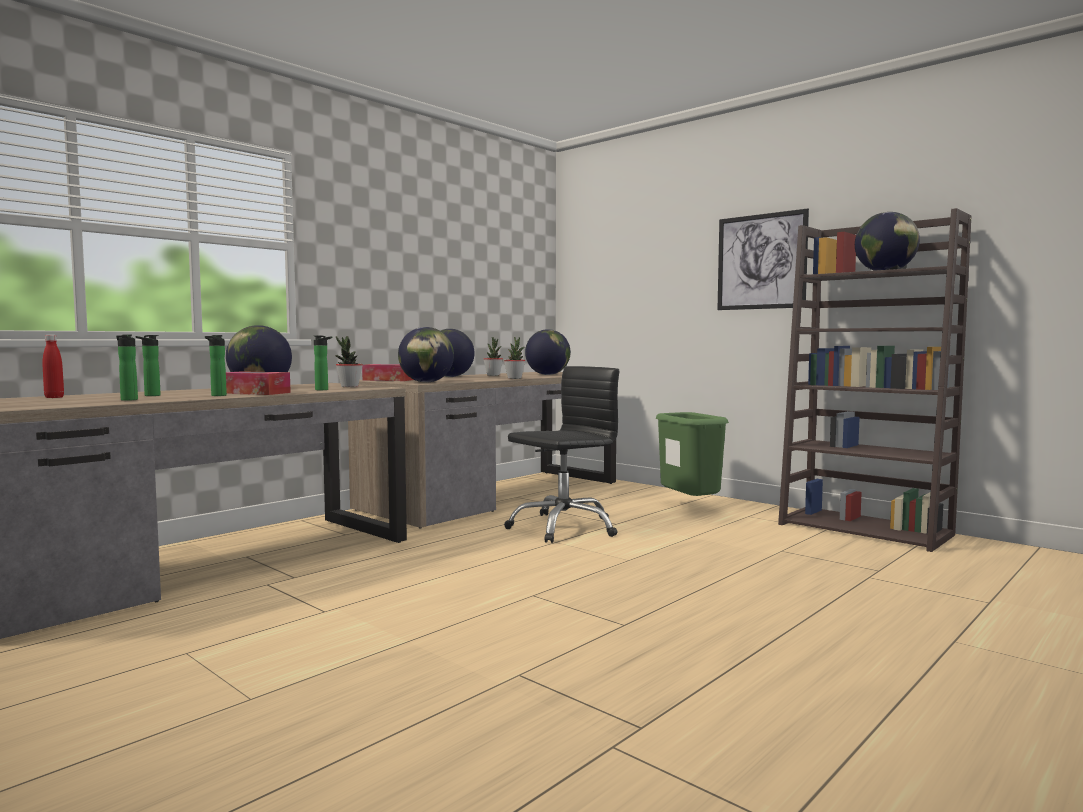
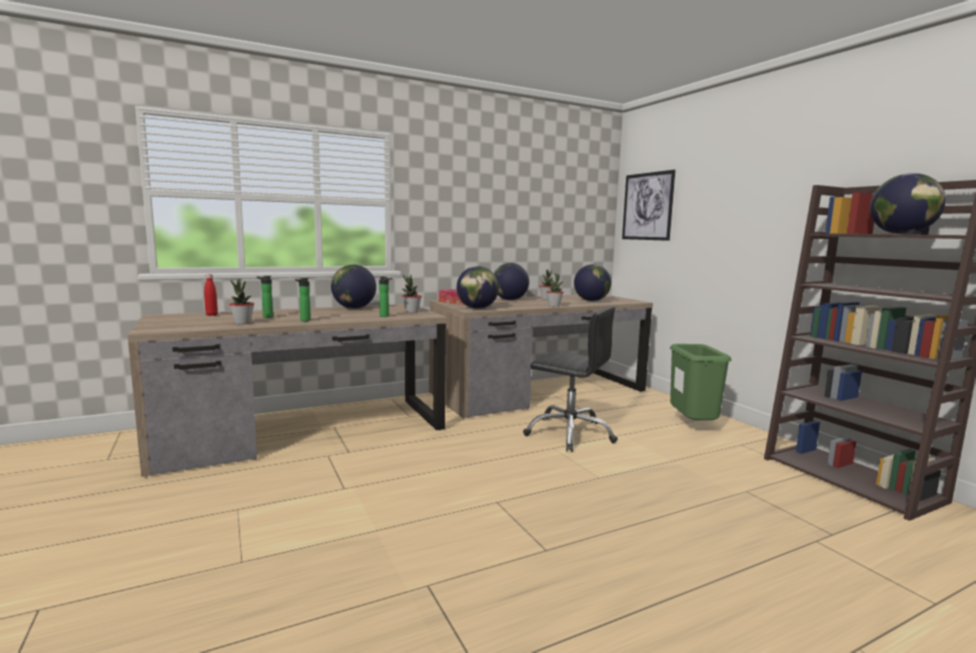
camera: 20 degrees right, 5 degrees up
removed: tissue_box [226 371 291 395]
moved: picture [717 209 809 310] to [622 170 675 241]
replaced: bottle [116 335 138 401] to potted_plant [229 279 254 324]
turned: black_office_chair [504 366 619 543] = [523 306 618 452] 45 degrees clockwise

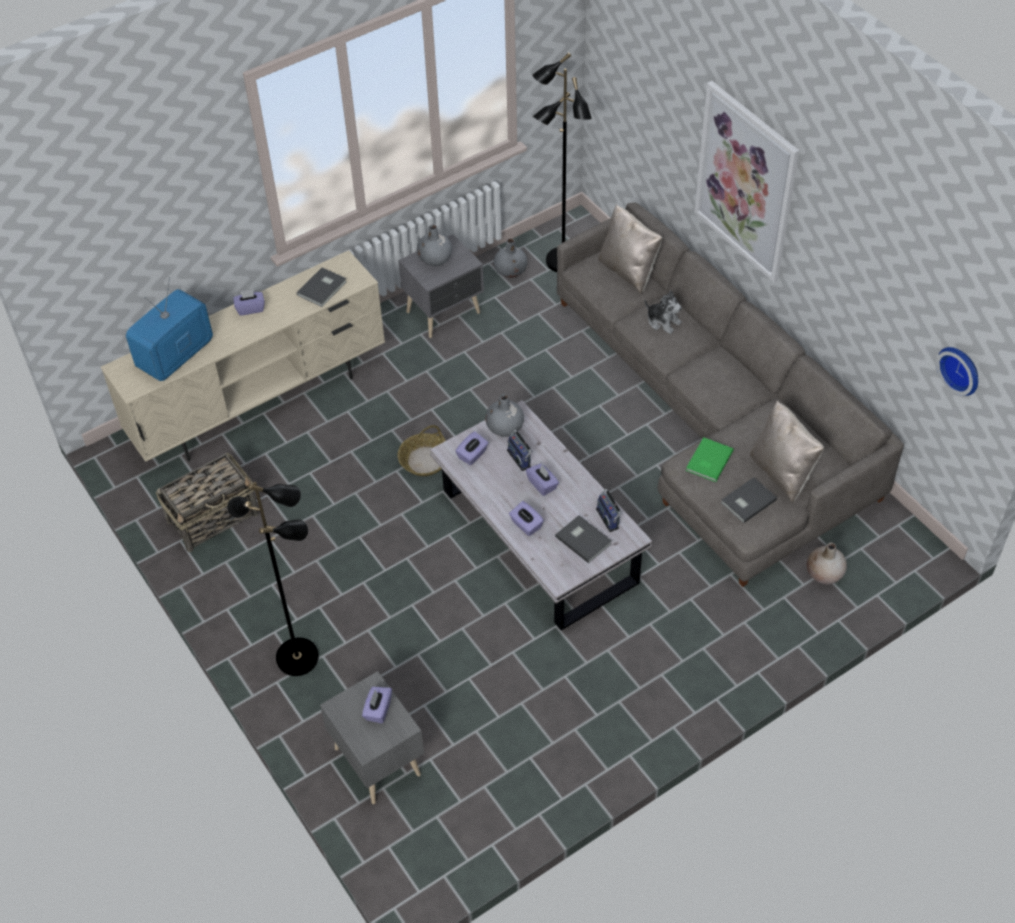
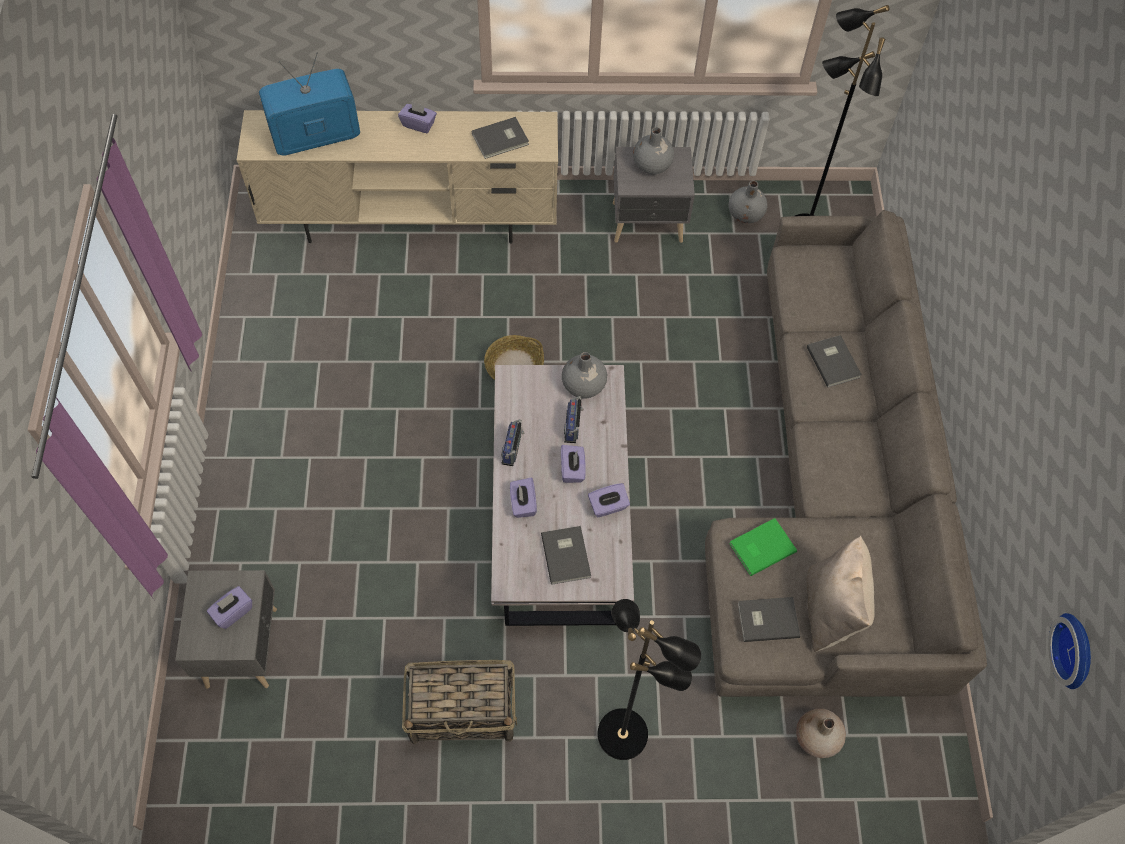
camera: 30 degrees right, 10 degrees up
removed: beige_pillow [598 204 662 294]; picture [694 81 799 282]
moved: basket [156 453 259 552] to [402 660 517 744]; black_floor_lamp [227 482 319 676] to [597 599 701 760]; purple_tissue_box [455 431 489 465] to [588 483 630 518]; radio [596 489 622 532] to [501 419 525 466]
replaced: plush_toy [645 290 682 334] to grey_book [807 335 862 388]

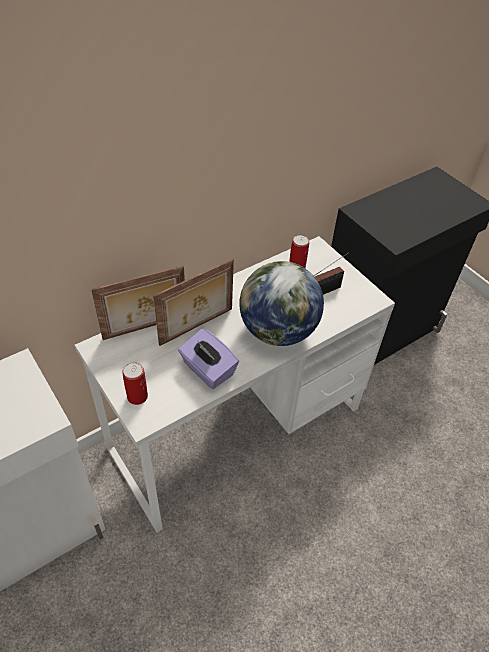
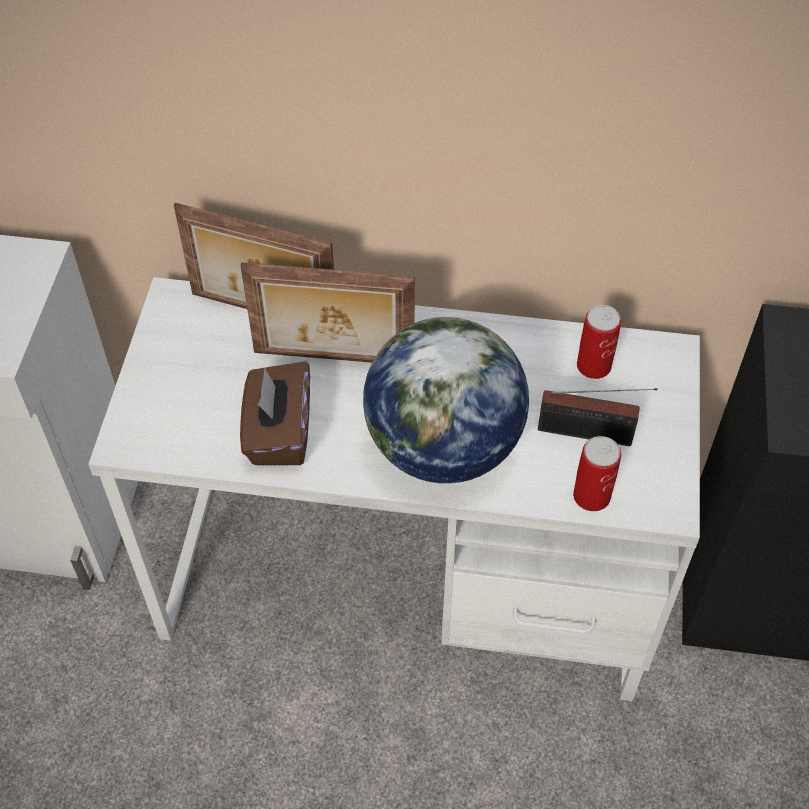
camera: 45 degrees right, 5 degrees up
moved: can [122 362 148 405] to [573 436 621 511]
recoloured: purple_tissue_box [178 328 239 389] to brown_tissue_box [240 361 310 465]

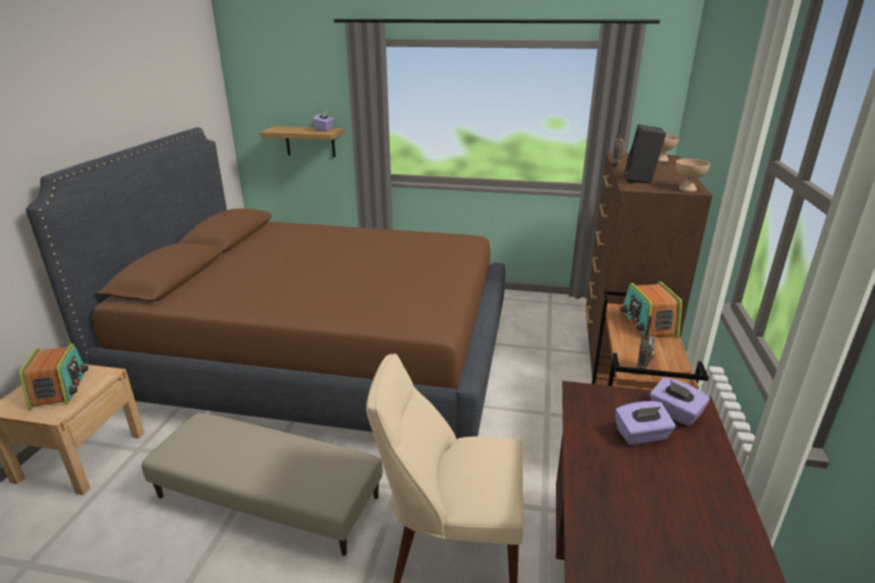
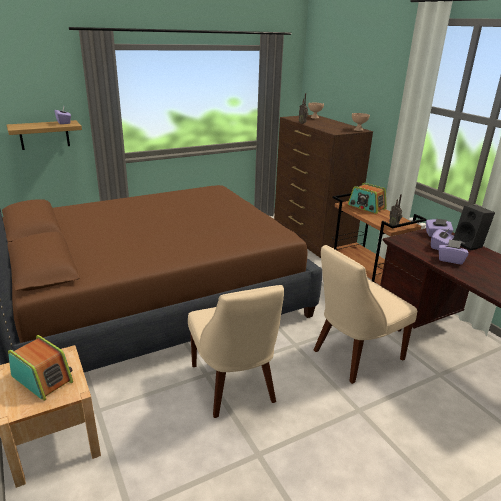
camera: 40 degrees left, 0 degrees up
added: purple_tissue_box [439 239 469 265]
moved: black_speaker [624 124 666 184] to [453 205 495 251]
replaced: beige_ottoman [141 413 383 556] to beige_chair [188 285 284 418]

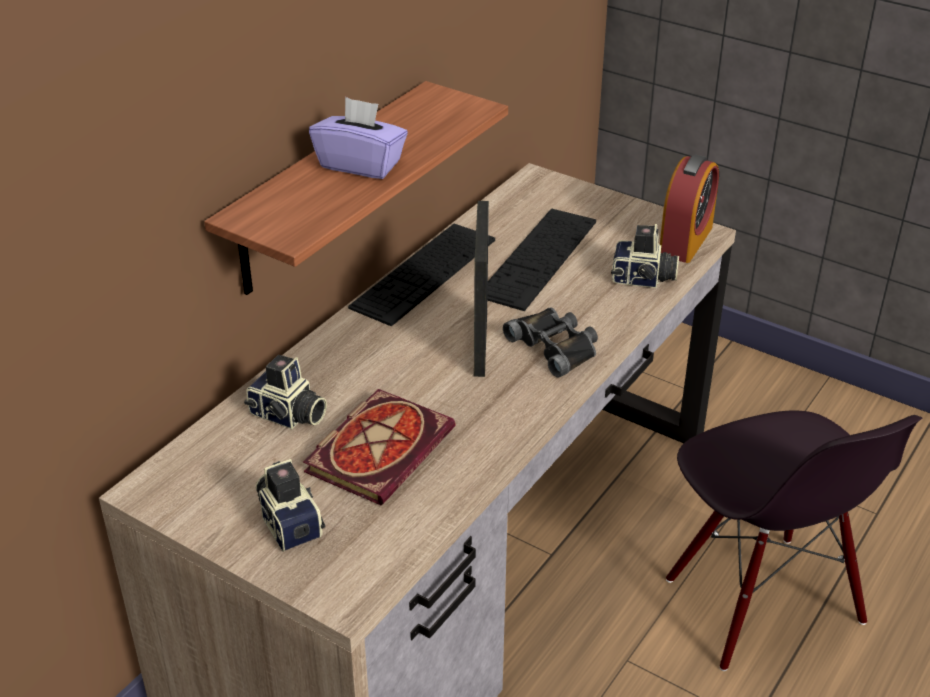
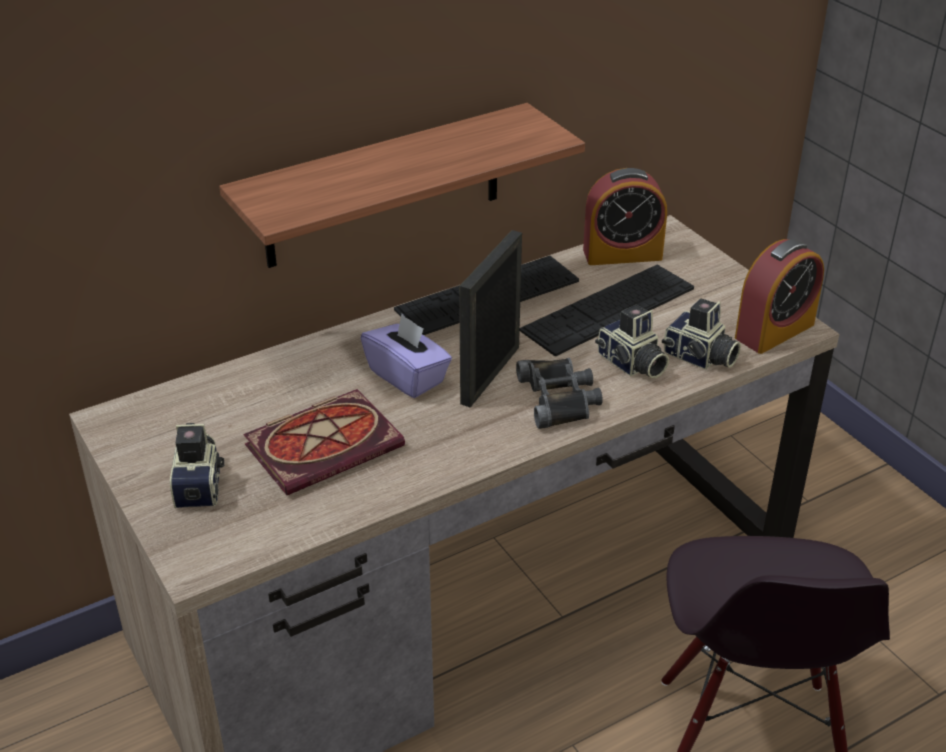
camera: 25 degrees right, 0 degrees up
added: alarm_clock [583 168 667 265]
moved: photo_camera [244 355 327 429] to [595 304 669 378]; purple_tissue_box [309 97 408 179] to [361 314 452 398]

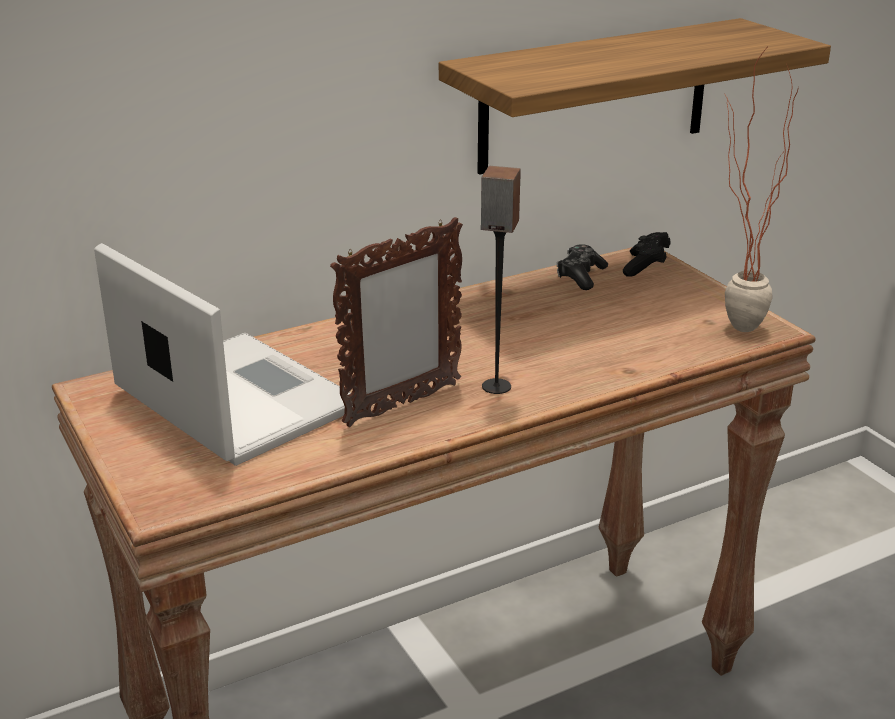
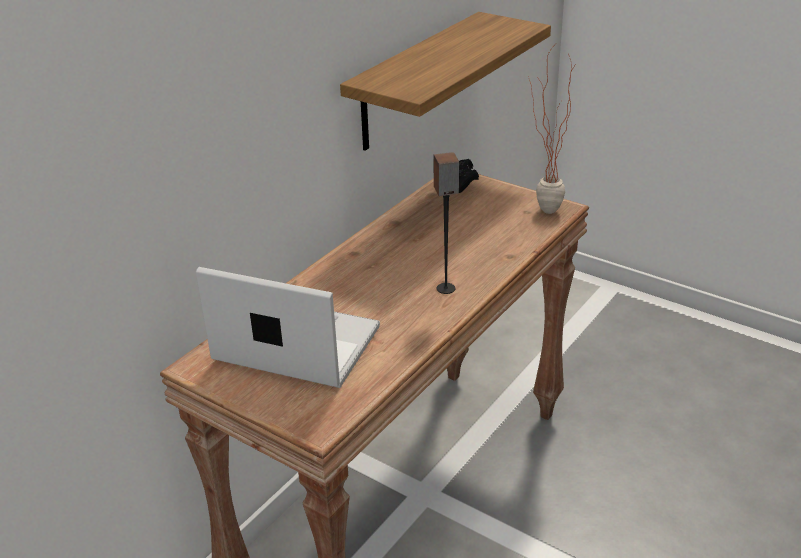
camera: 25 degrees left, 5 degrees up
removed: picture_frame [330 217 463 427]; game_controller [557 244 608 290]

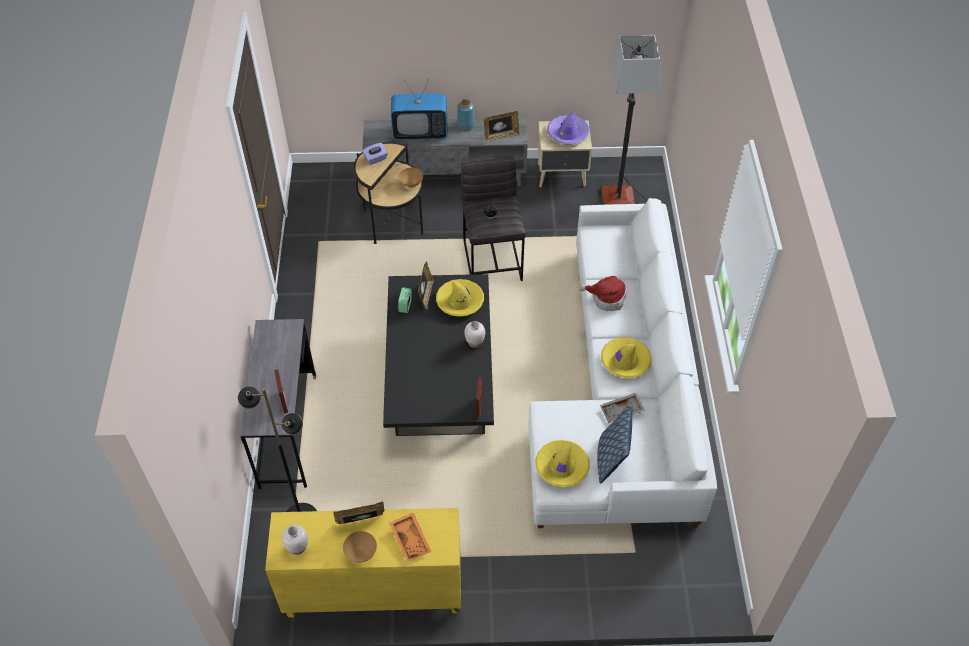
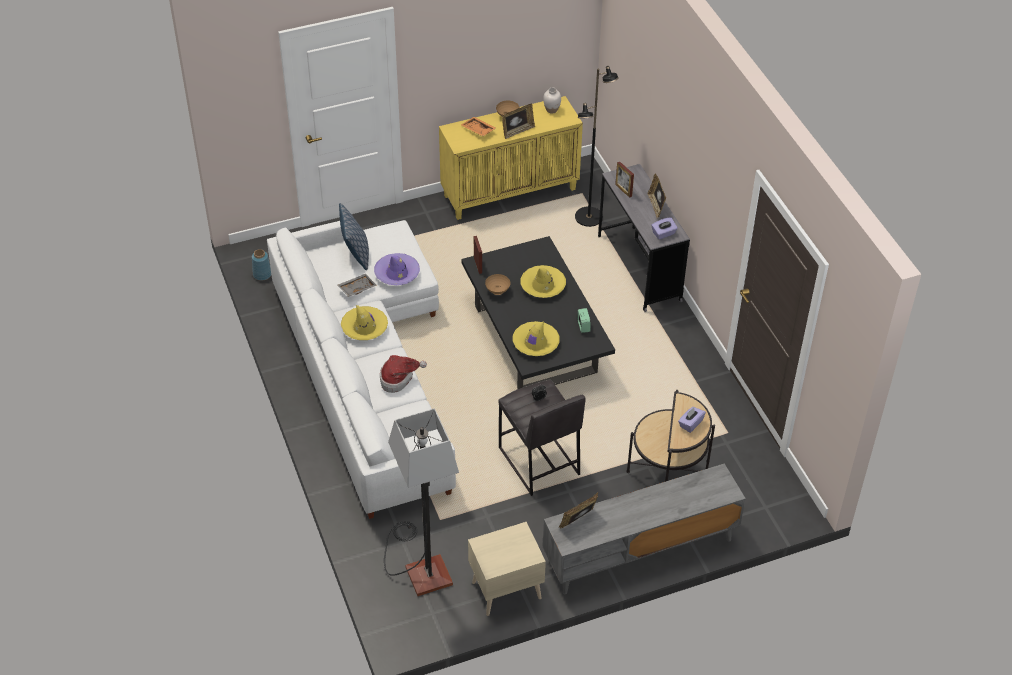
camera: 160 degrees right, 5 degrees down
removed: television [391 79 447 140]; white_vase [464 321 485 348]
added: purple_tissue_box [651 218 678 239]
moved: brown_bowl [399 168 423 188] to [485 274 510 295]; picture_frame [418 261 435 310] to [648 174 666 218]; blue_vase [457 99 475 131] to [252 249 271 281]; yellow_hat [535 440 590 487] to [521 265 566 298]; purple_hat [547 111 590 145] to [374 253 420 285]

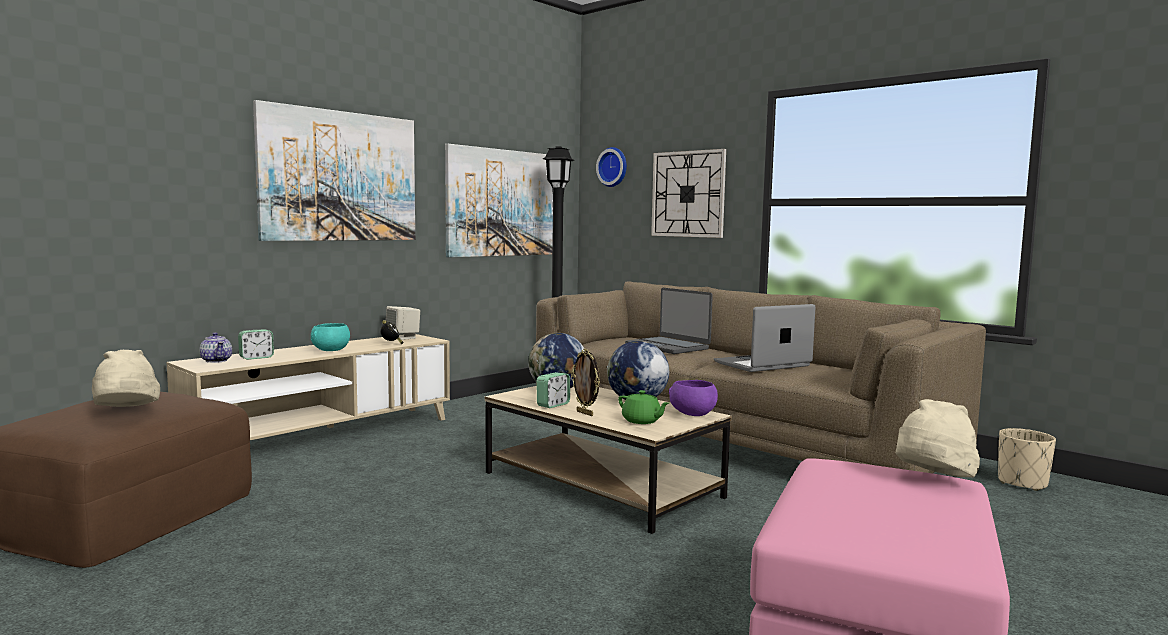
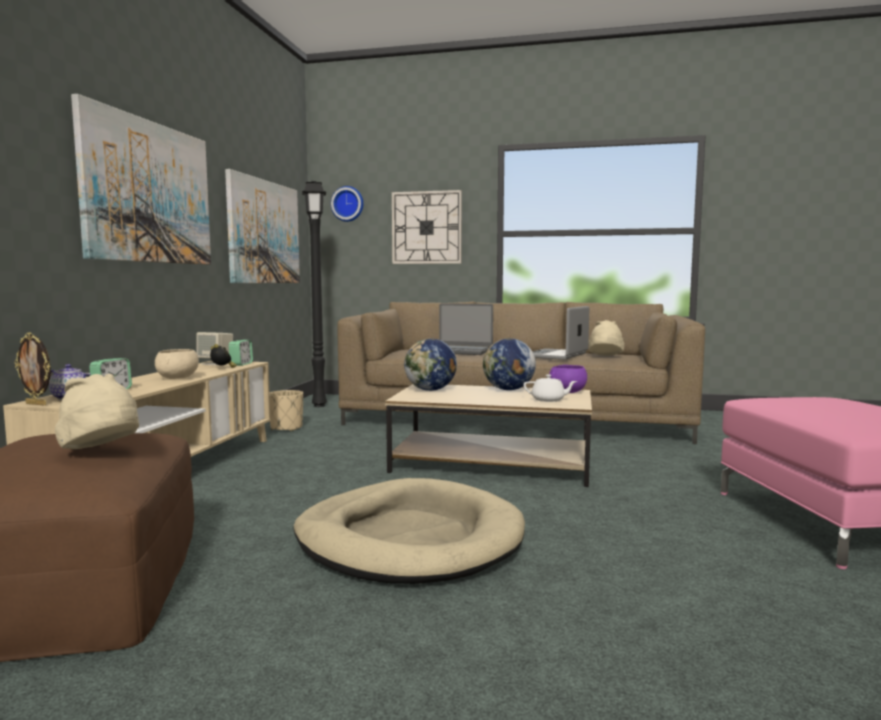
camera: 30 degrees left, 0 degrees up
added: beige_dog_bed [294 478 525 584]
moved: alarm_clock [536 372 570 408] to [229 340 253 366]; picture_frame [571 349 600 416] to [14 332 50 405]; beige_hat [896 399 980 477] to [588 320 625 356]; beige_planter [998 428 1056 491] to [270 390 303 431]
recoloured: turquoise_bowl [311 323 350 351] to beige_bowl [155 349 199 379]; green_teapot [618 390 669 424] to white_teapot [524 375 577 402]

